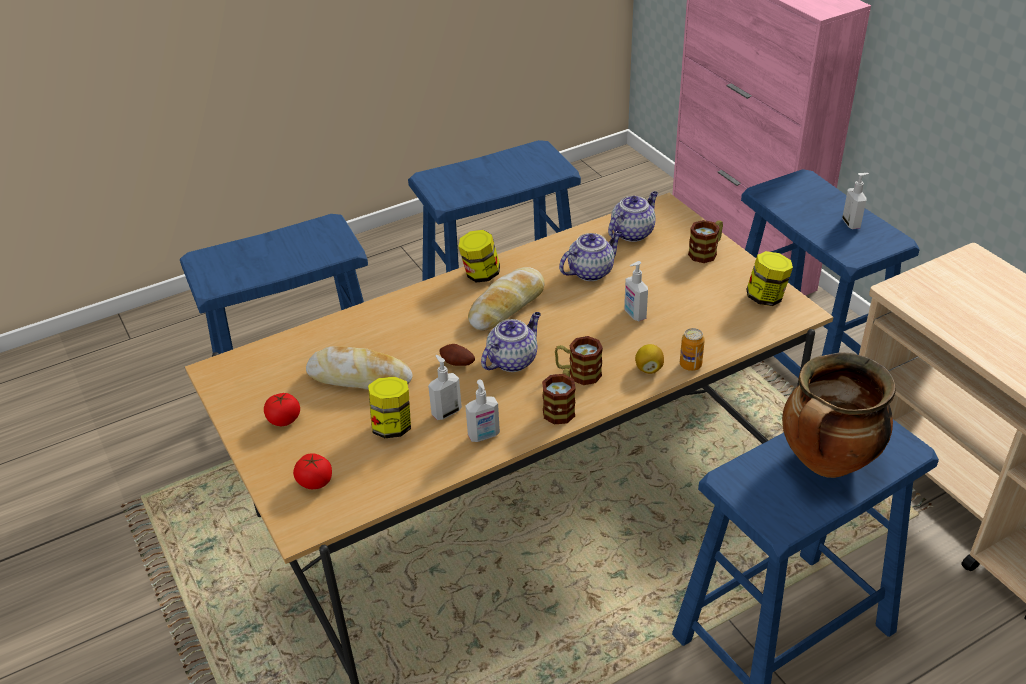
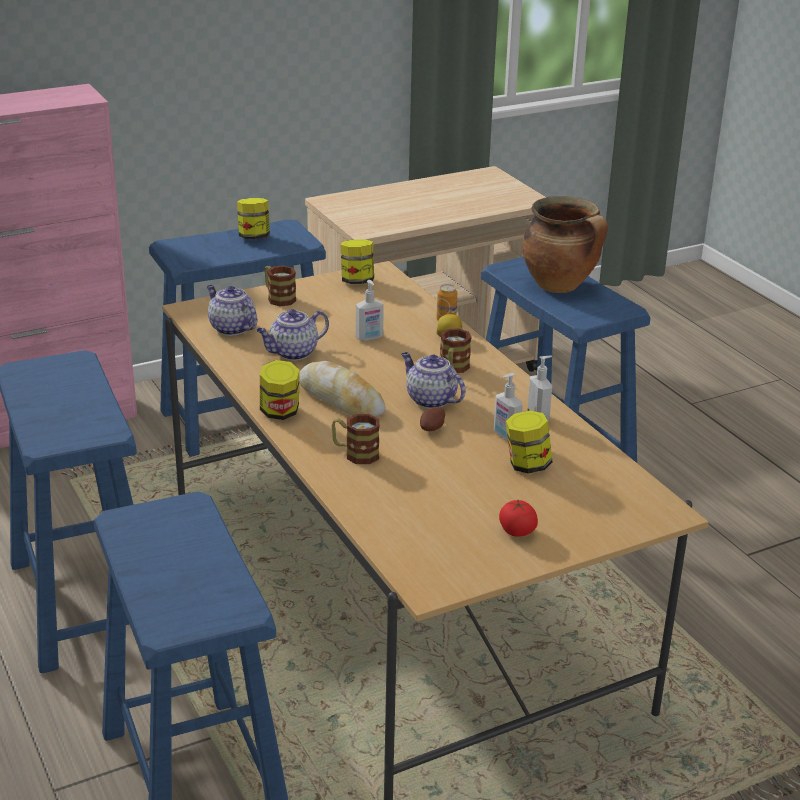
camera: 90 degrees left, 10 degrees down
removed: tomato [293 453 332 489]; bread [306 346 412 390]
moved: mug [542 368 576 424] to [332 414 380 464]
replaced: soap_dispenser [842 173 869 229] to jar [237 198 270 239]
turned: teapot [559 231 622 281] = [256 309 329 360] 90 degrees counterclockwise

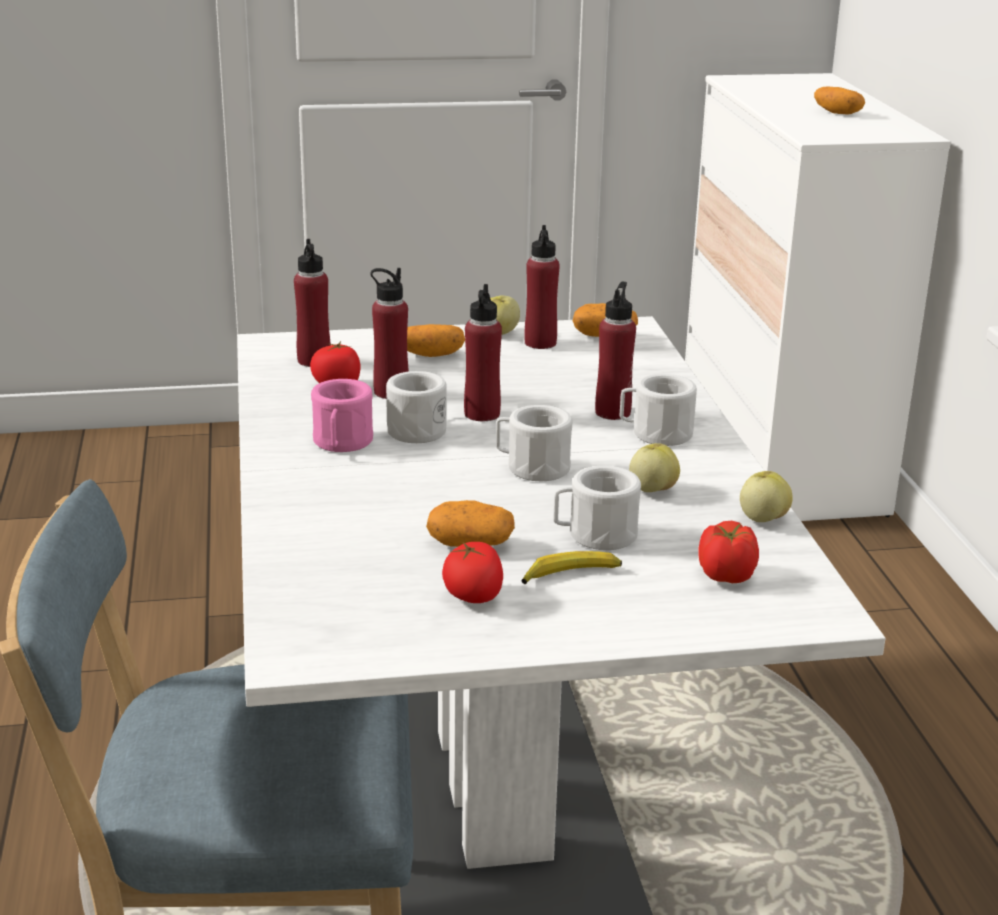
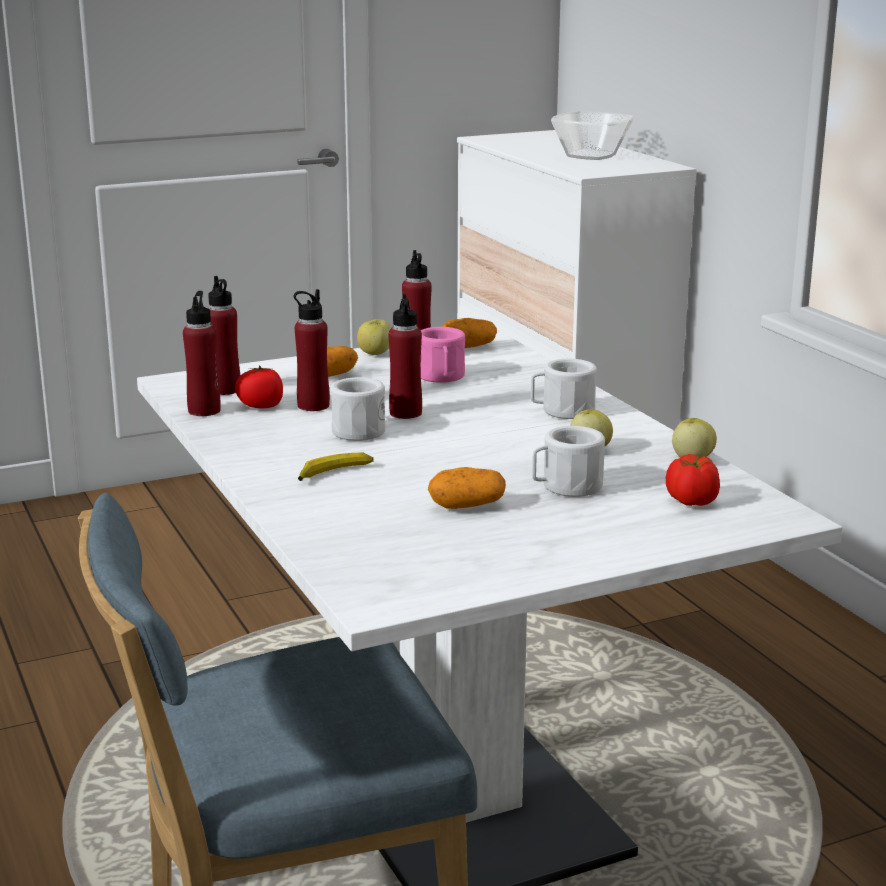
camera: 15 degrees left, 5 degrees down
removed: tomato [442 542 503 603]; white_mug [496 405 572 481]
moved: pink_mug [311 379 373 452] to [421 327 465 383]; banana [522 551 622 584] to [298 453 374 481]; red_bottle [595 281 636 420] to [183 291 221 416]
replaced: potato [814 86 865 114] to bowl [551 111 634 160]

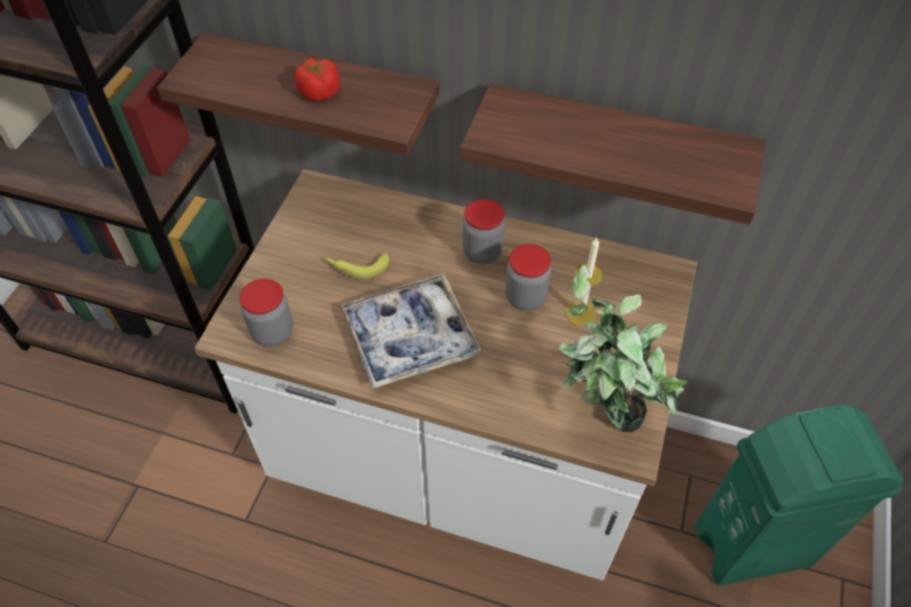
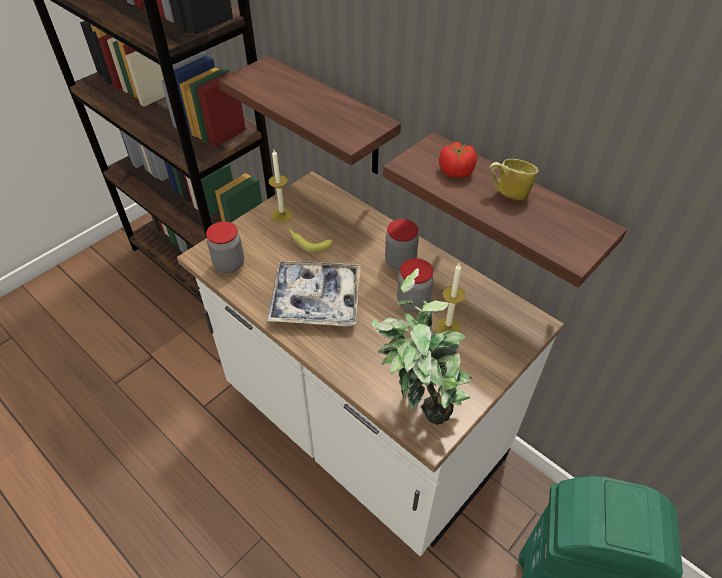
camera: 25 degrees right, 5 degrees down
added: candle [269 150 293 222]; mug [489 159 538 201]
moved: tomato [295 58 339 101] to [439 142 477 178]

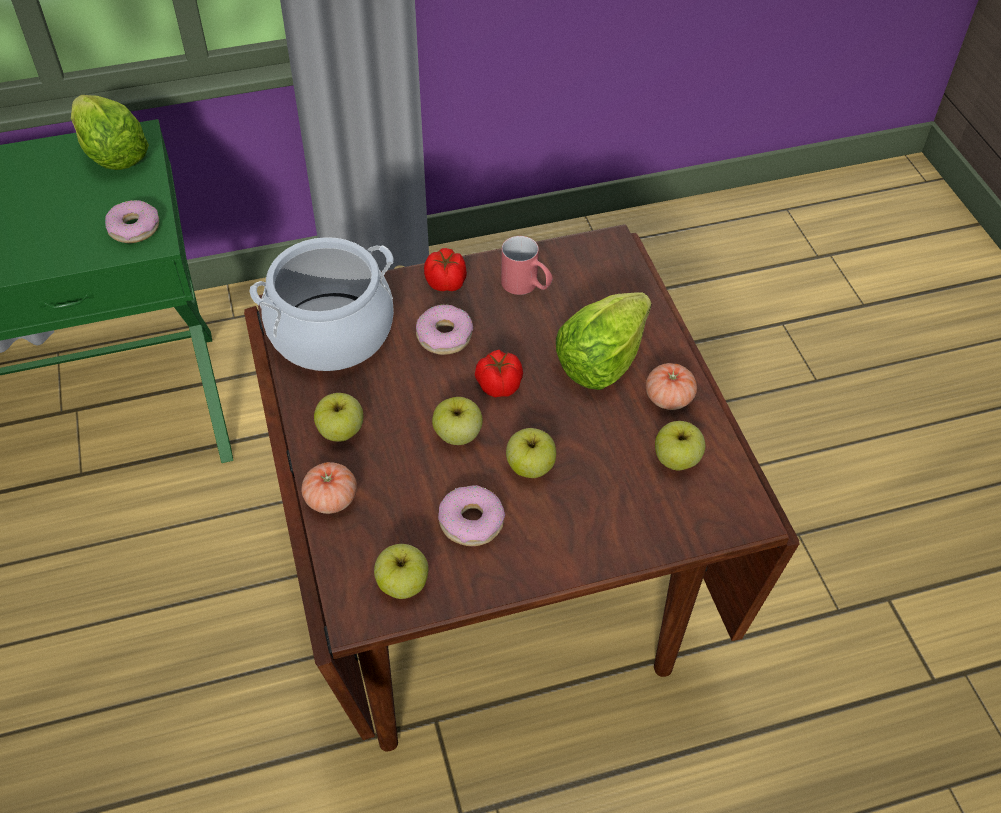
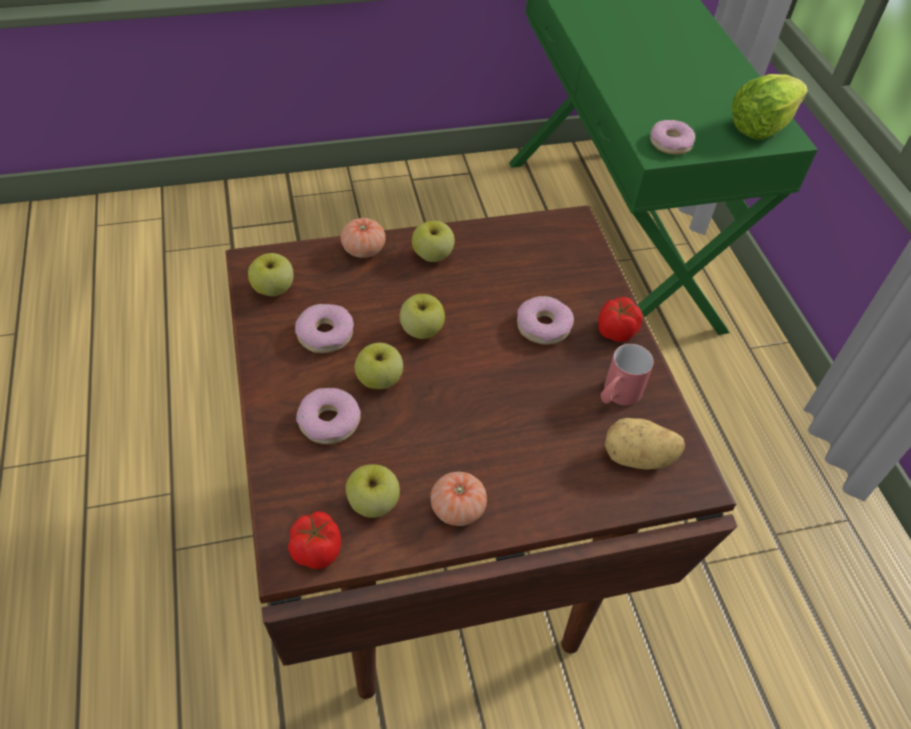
camera: 90 degrees right, 0 degrees up
removed: cooking_pot [249 237 394 371]; lettuce [556 292 652 390]
added: donut [296 388 361 444]; potato [605 418 685 470]
moved: tomato [475 350 523 397] to [288 511 341 569]

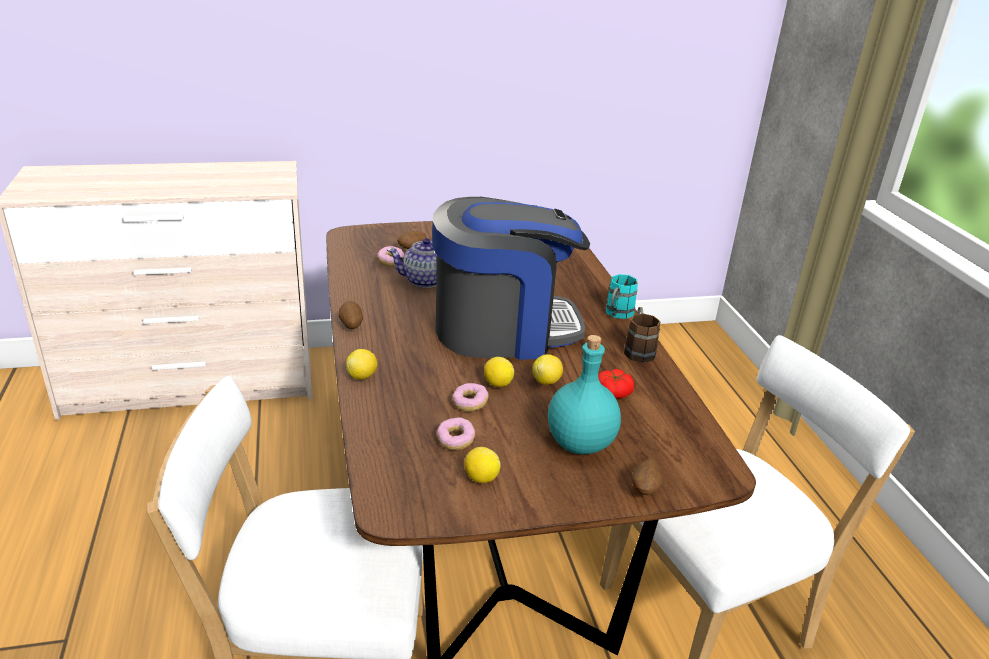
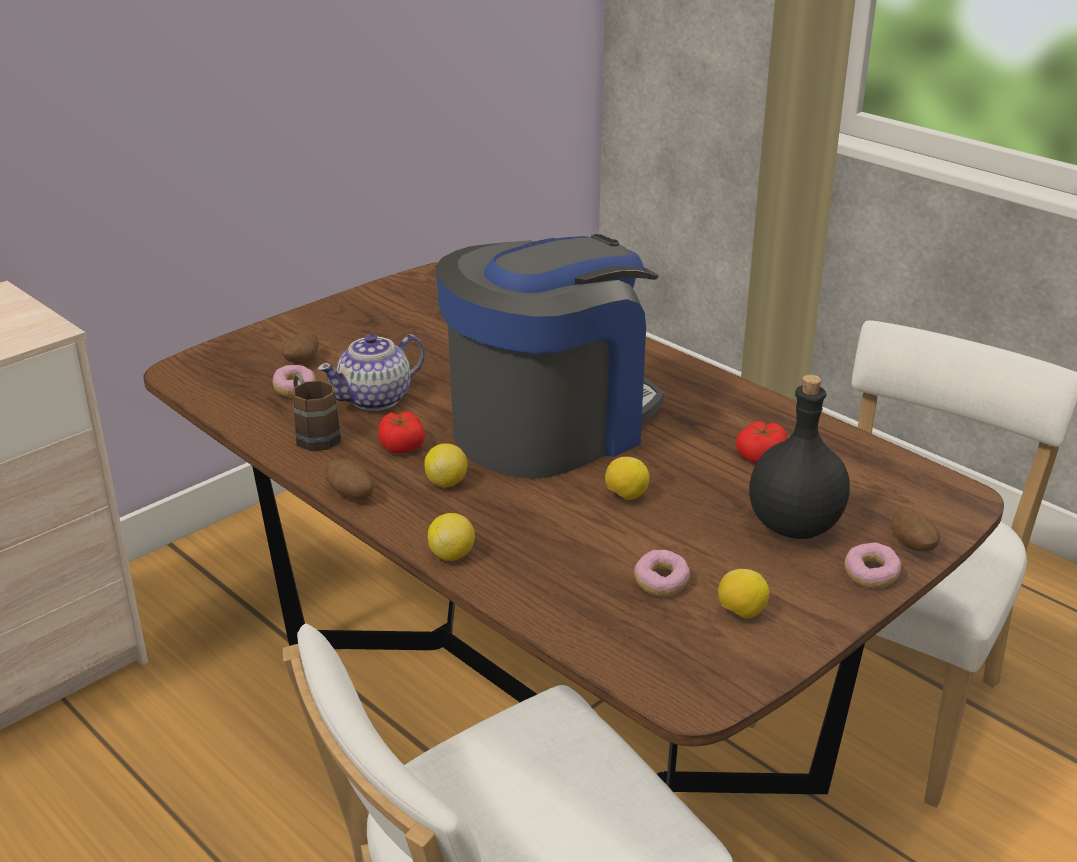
camera: 30 degrees left, 0 degrees up
removed: turquoise_mug [606 274 638 319]
added: tomato [378 412 425 454]
moved: donut [452 383 489 412] to [844 543 901 588]; lemon [533 354 563 385] to [424 443 468 487]; brown_mug [624 307 660 363] to [293 374 341 451]
recoloured: turquoise_bottle [548 335 621 454] to black_bottle [749 375 850 539]

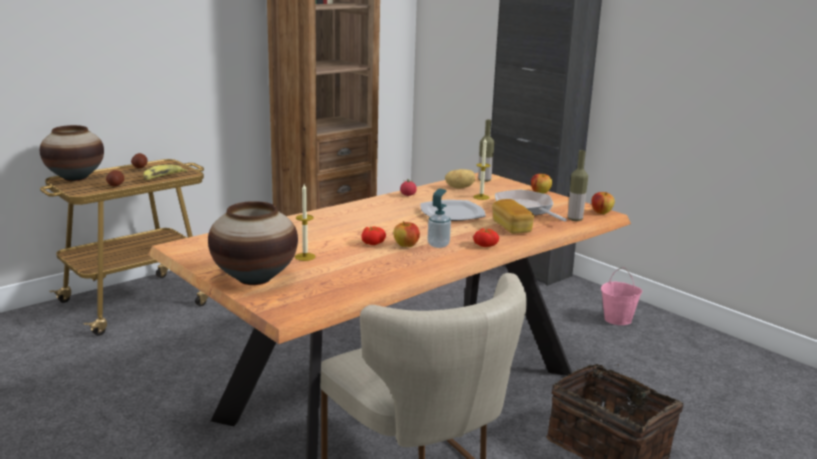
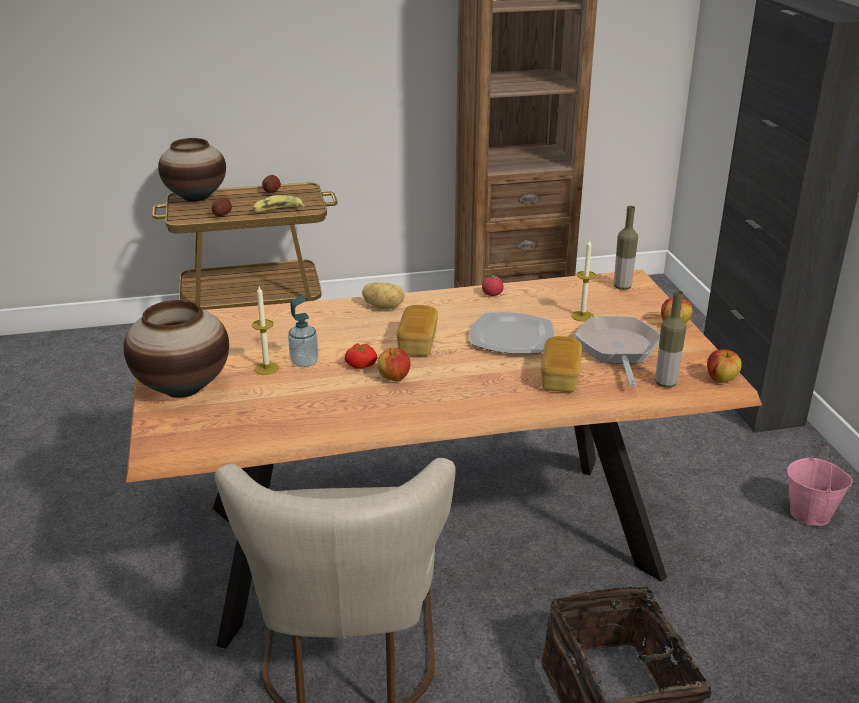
camera: 30 degrees right, 10 degrees up
removed: tomato [473 228 499 247]
added: bread [397 305 438 356]
moved: soap_dispenser [428 189 451 248] to [288 295 318 368]; potato [445 169 475 189] to [362 282 405 309]

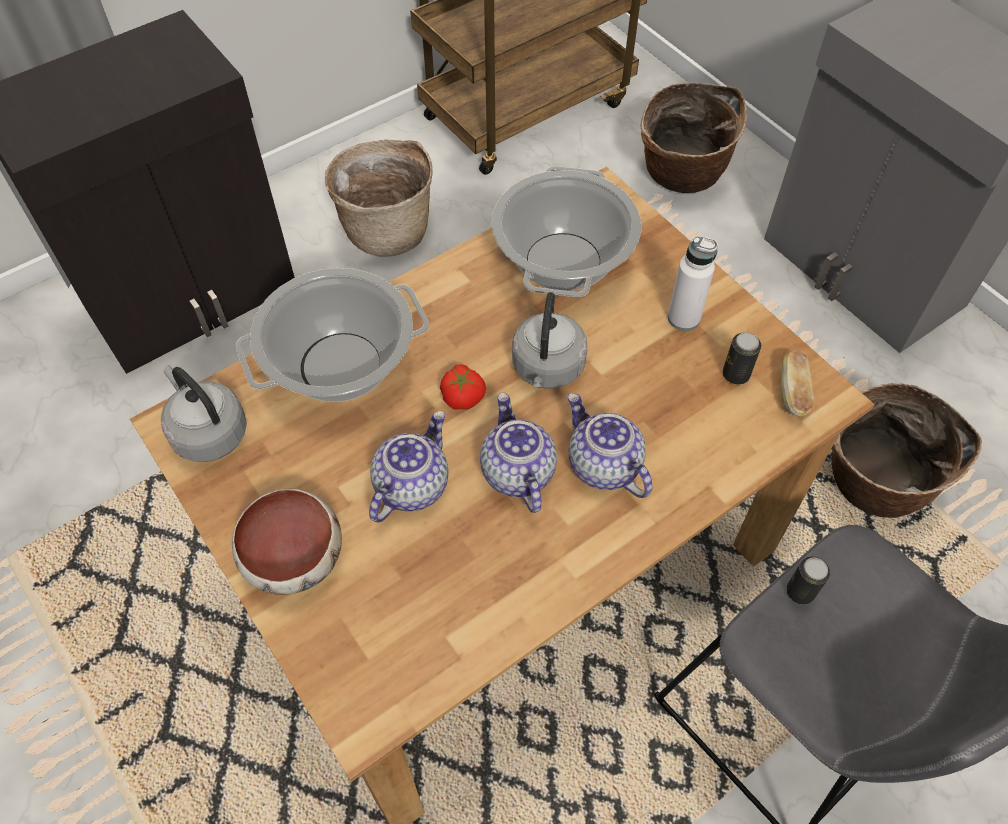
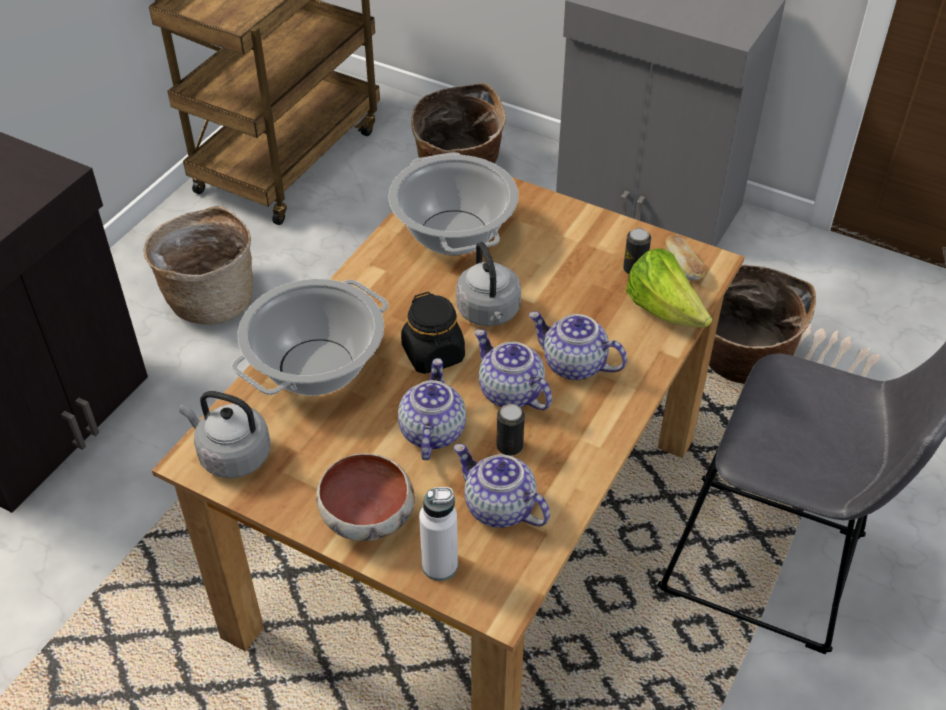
camera: 25 degrees left, 10 degrees down
added: teapot [454 444 550 528]; lettuce [626 248 713 327]
moved: white_bottle [668 237 718 331] to [419 487 458 581]; can [786 556 830 605] to [496 404 525 456]
replaced: tomato [440 364 486 410] to black_jar [401 292 465 374]

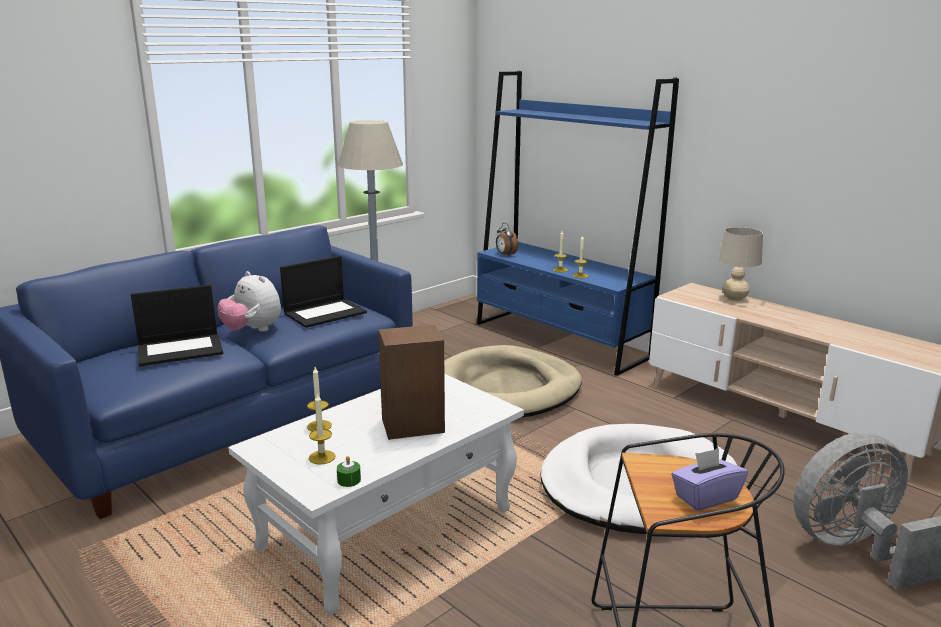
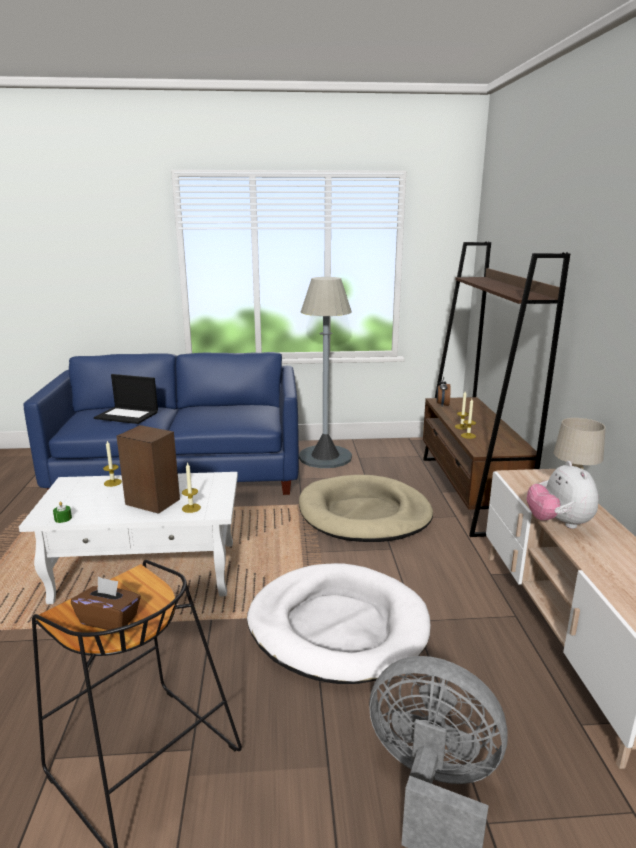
camera: 40 degrees right, 0 degrees up
removed: laptop [280 256 367 328]
moved: plush_toy [217 271 281 332] to [527 461 599 529]; candle [309 393 336 464] to [182 462 201 513]
recoloured: blue_bookcase [477 71 679 376] to brown_bookcase [423 242 570 537]; purple_tissue_box [671 448 748 511] to brown_tissue_box [71 577 141 630]

